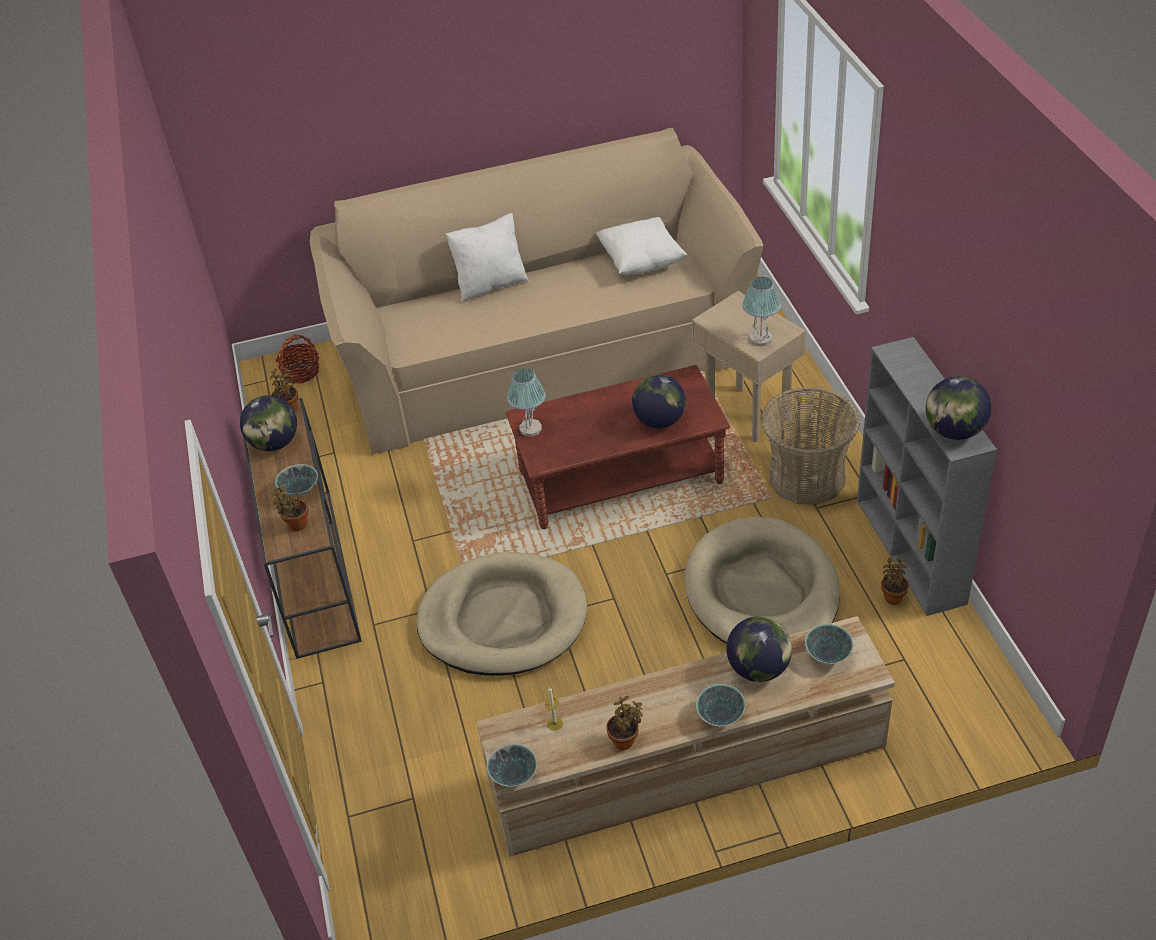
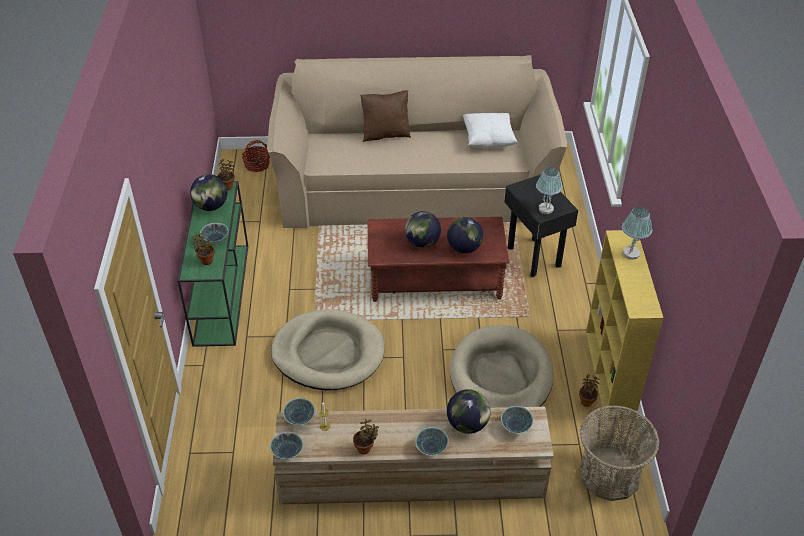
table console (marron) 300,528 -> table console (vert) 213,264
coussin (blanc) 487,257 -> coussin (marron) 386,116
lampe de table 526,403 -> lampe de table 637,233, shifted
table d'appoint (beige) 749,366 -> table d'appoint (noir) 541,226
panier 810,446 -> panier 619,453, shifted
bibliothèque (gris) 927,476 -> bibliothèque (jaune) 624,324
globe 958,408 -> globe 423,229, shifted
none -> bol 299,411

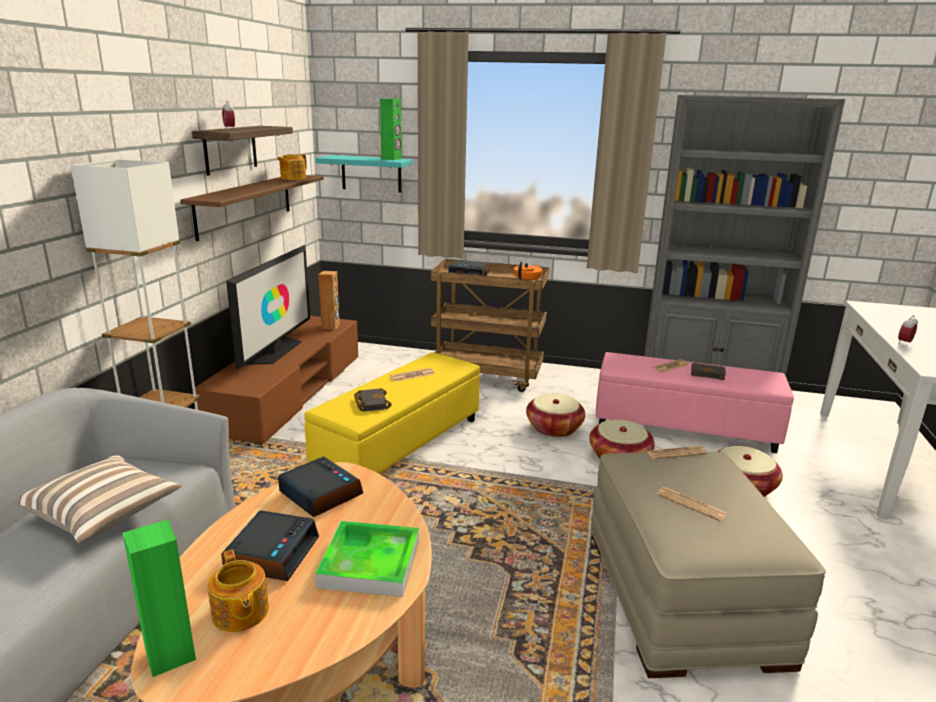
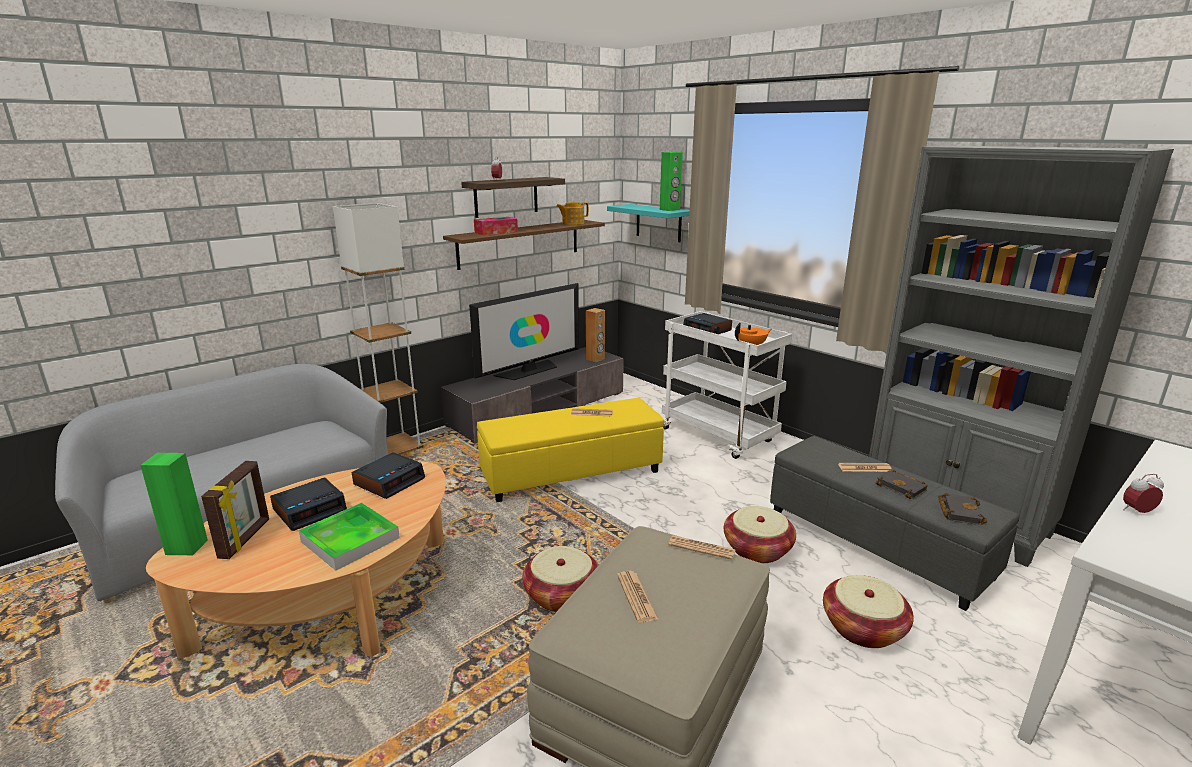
coussin 98,499 -> none
meuble télé (marron) 276,380 -> meuble télé (gris) 532,395
théière 238,591 -> cadre photo 235,510
réveil 320,486 -> réveil 388,475, 45 degrees clockwise
livre (noir) 373,400 -> livre (noir) 962,509, shifted
chariot (marron) 490,325 -> chariot (blanc) 727,385
panier 555,415 -> panier 560,579, shifted
pouf (rose) 695,402 -> pouf (gris) 895,523
none -> boîte à mouchoirs 496,226

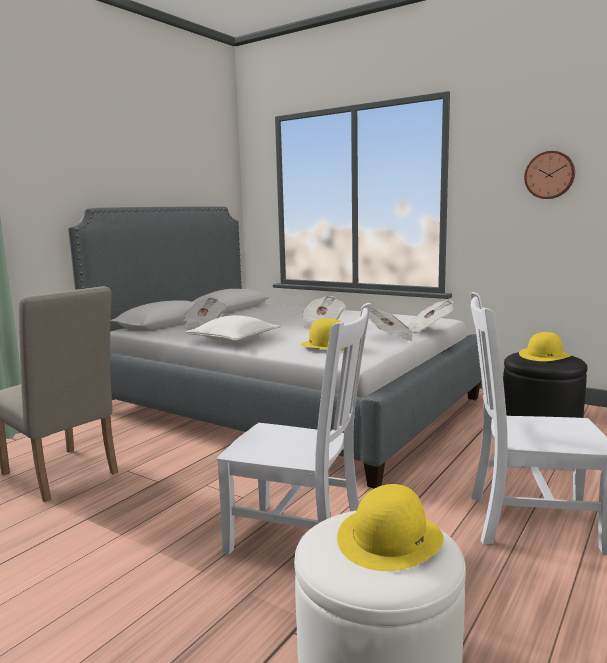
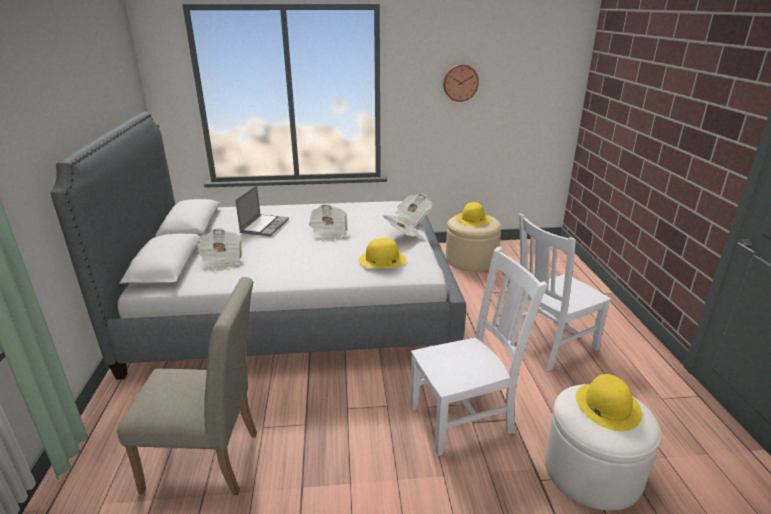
coussin (blanc) 233,328 -> none
pouf (noir) 545,385 -> pouf (beige) 474,243
none -> ordinateur portable 262,210

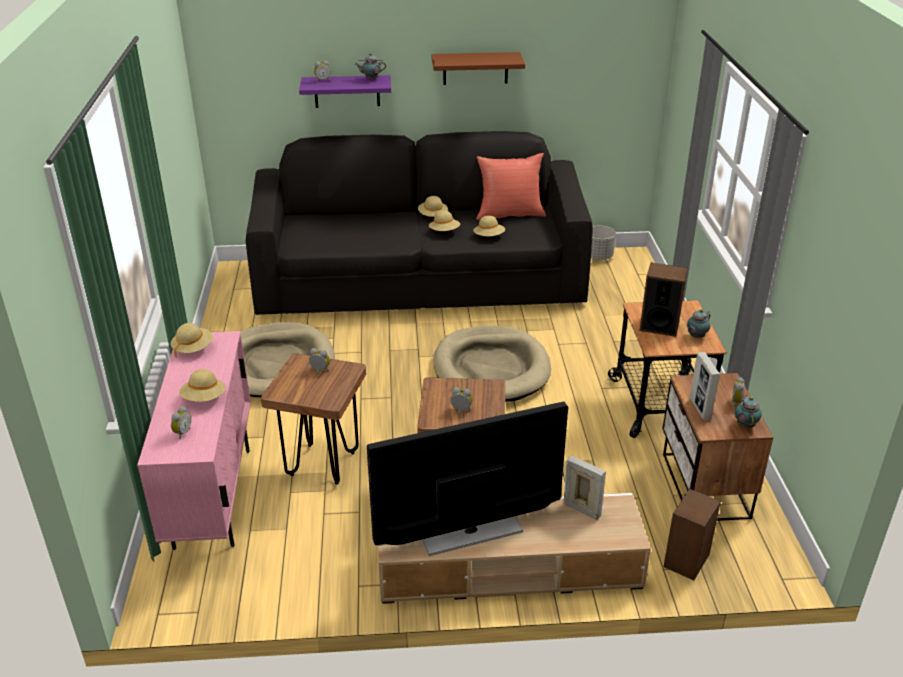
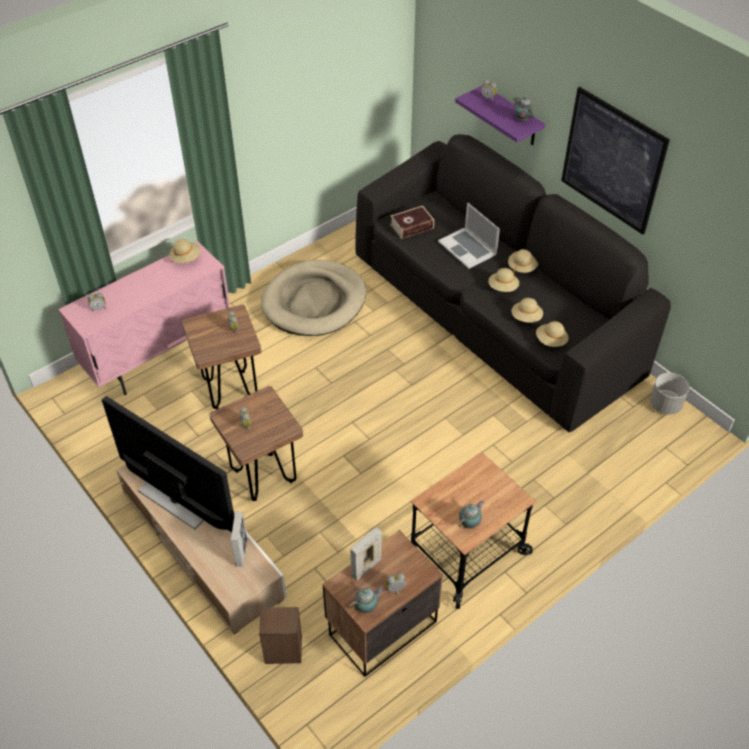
chapeau (beige) 202,385 -> chapeau (beige) 552,334, shifted
étagère (marron) 478,68 -> tableau 615,161
panier pour chien (beige) 492,364 -> none
coussin (rouge) 511,186 -> none
enceinte 663,299 -> none
théière 698,323 -> théière 471,515, 120 degrees clockwise
none -> livre 412,222
none -> ordinateur portable 469,235

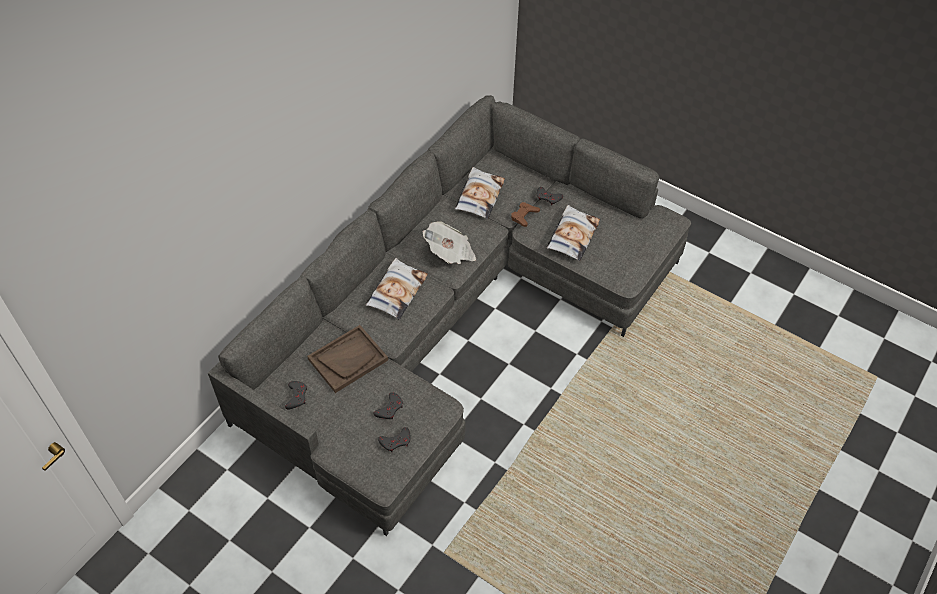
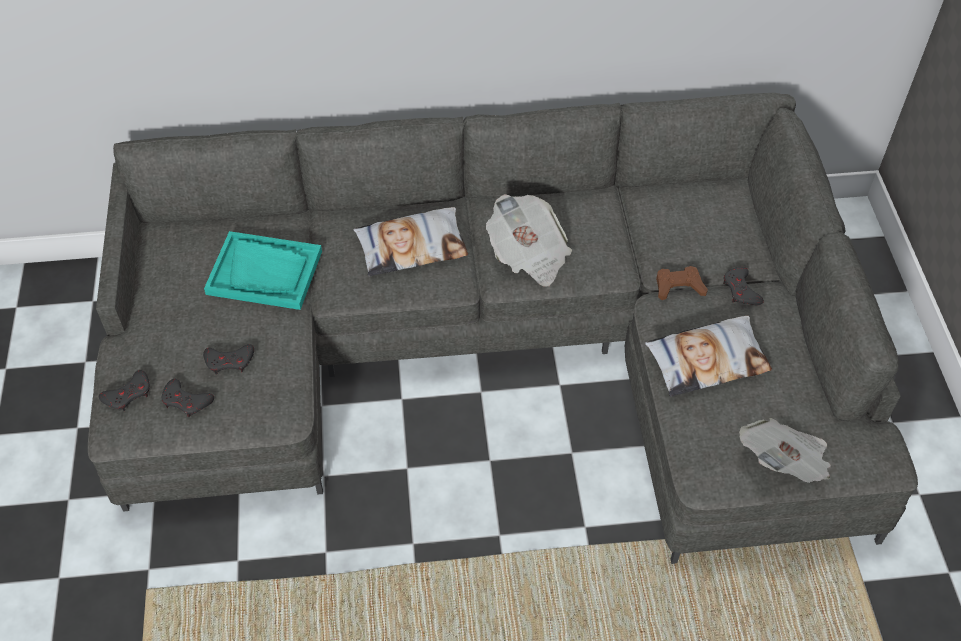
manette (gris) 296,395 -> manette (gris) 124,390, shifted
plateau (marron) 347,359 -> plateau (turquoise) 263,270
coussin 480,193 -> none
none -> journal 785,450

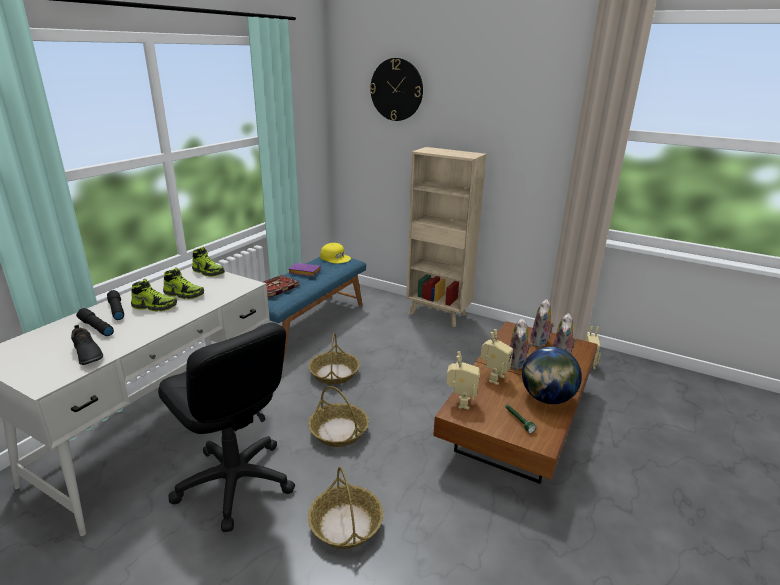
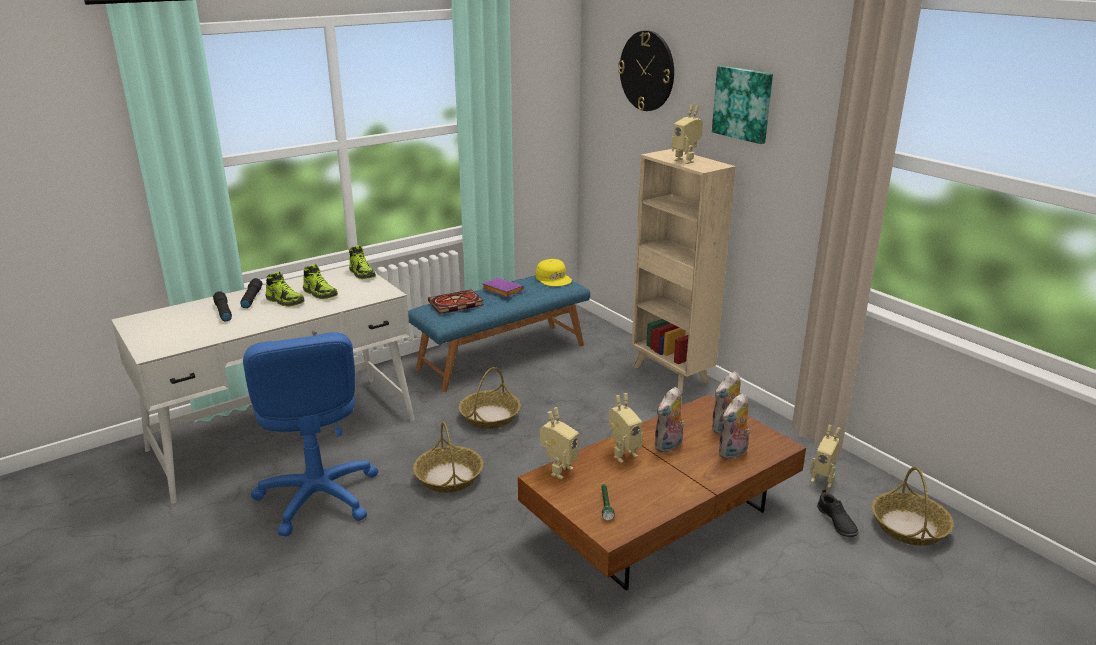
chaussure (noir) 87,345 -> chaussure (noir) 838,513, shifted
chaise de bureau (noir) 226,427 -> chaise de bureau (bleu) 310,434
panier 345,508 -> panier 913,506, shifted
globe 552,375 -> none
none -> robot jouet 687,134
none -> tableau 742,105

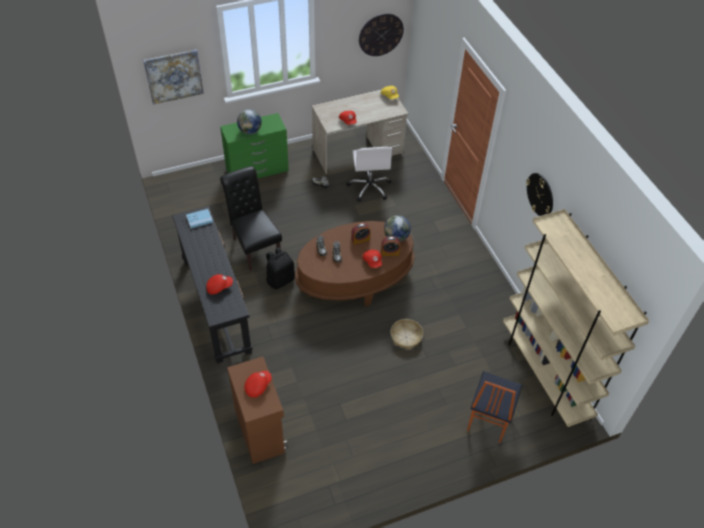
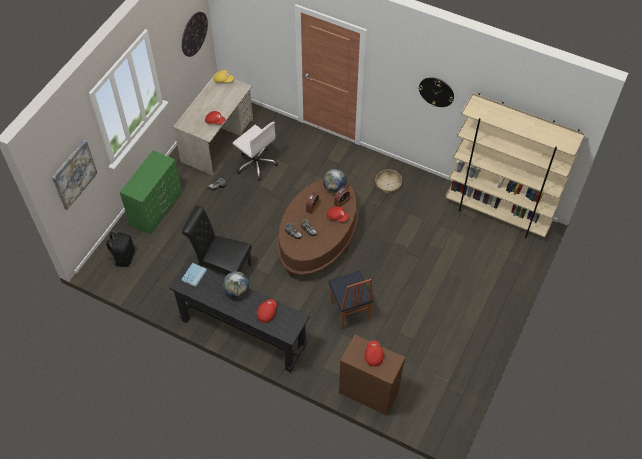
globe 249,121 -> globe 236,284, shifted
sac à dos (noir) 280,268 -> sac à dos (noir) 120,249, shifted
panier 407,334 -> panier 388,181, shifted
chaise 494,407 -> chaise 350,300, shifted

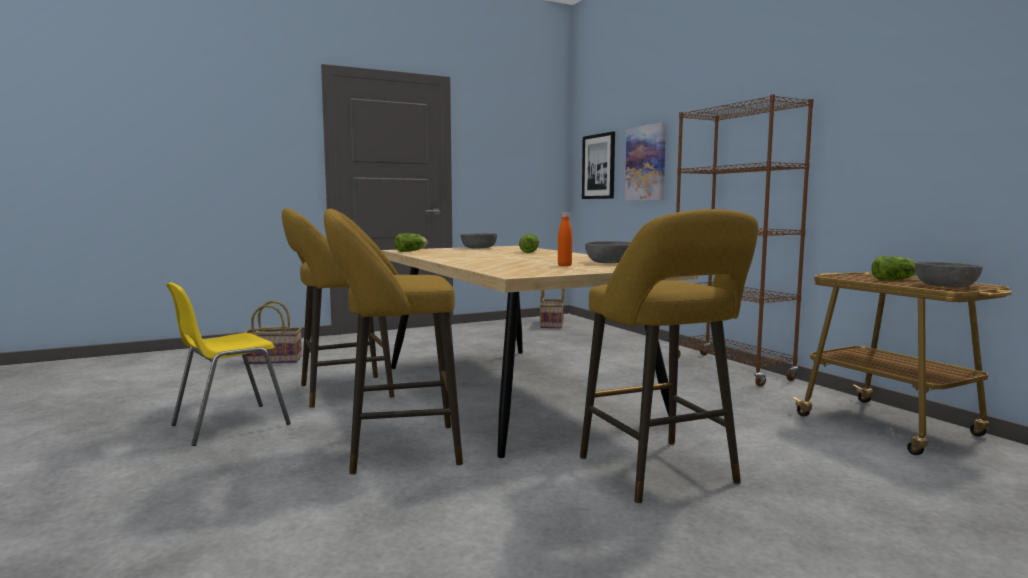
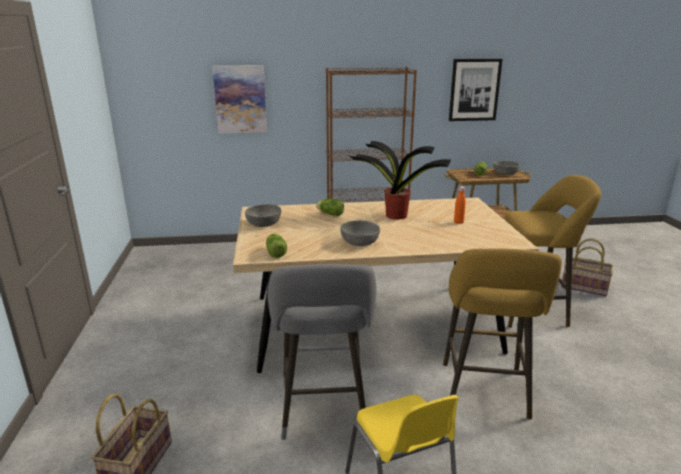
tabouret (jaune) 338,308 -> tabouret (gris) 322,352
panier 552,308 -> panier 587,267, shifted
tableau 598,165 -> tableau 476,90, shifted
bol (gris) 608,252 -> bol (gris) 360,233, shifted
none -> plante en pot 400,180

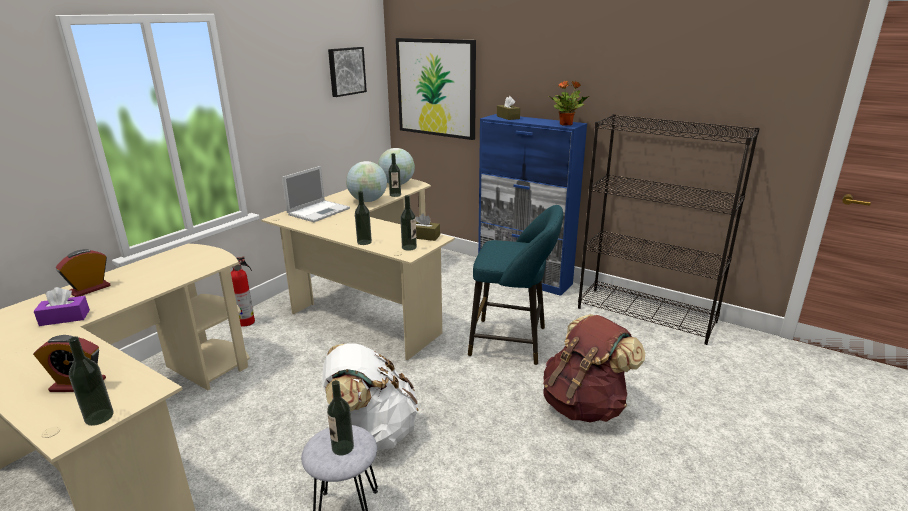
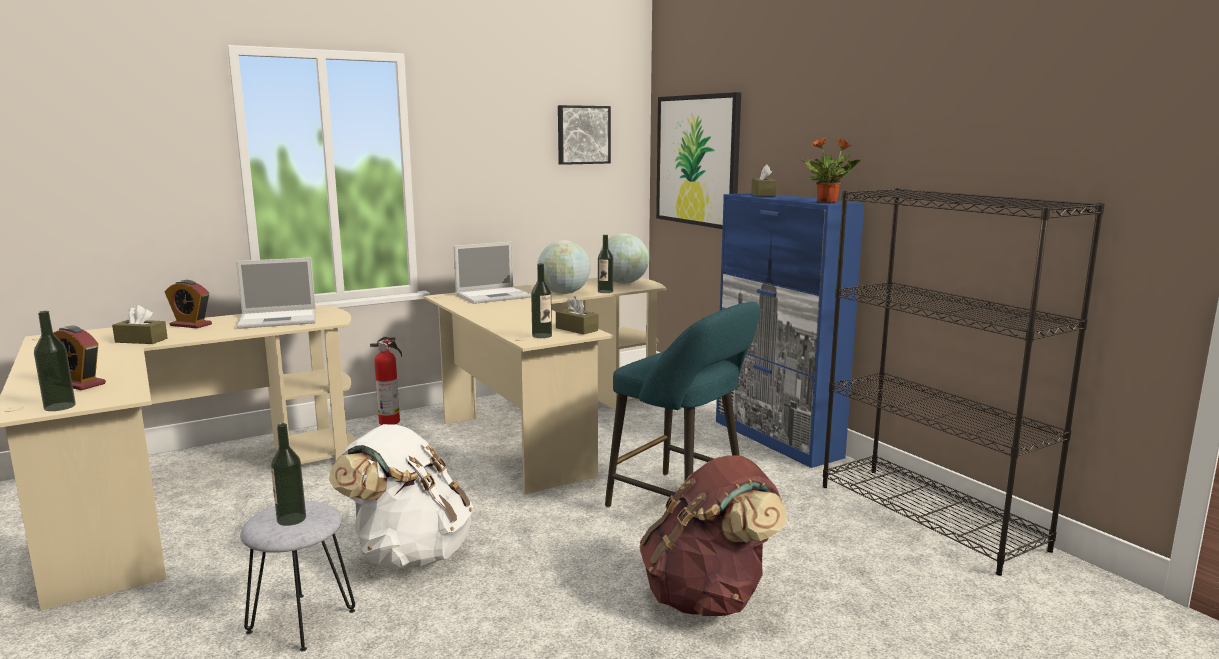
boîte à mouchoirs (violet) 62,306 -> boîte à mouchoirs (marron) 140,324
réveil 83,273 -> réveil 188,304, 135 degrees counterclockwise
bouteille 363,218 -> none
none -> ordinateur portable 276,293

